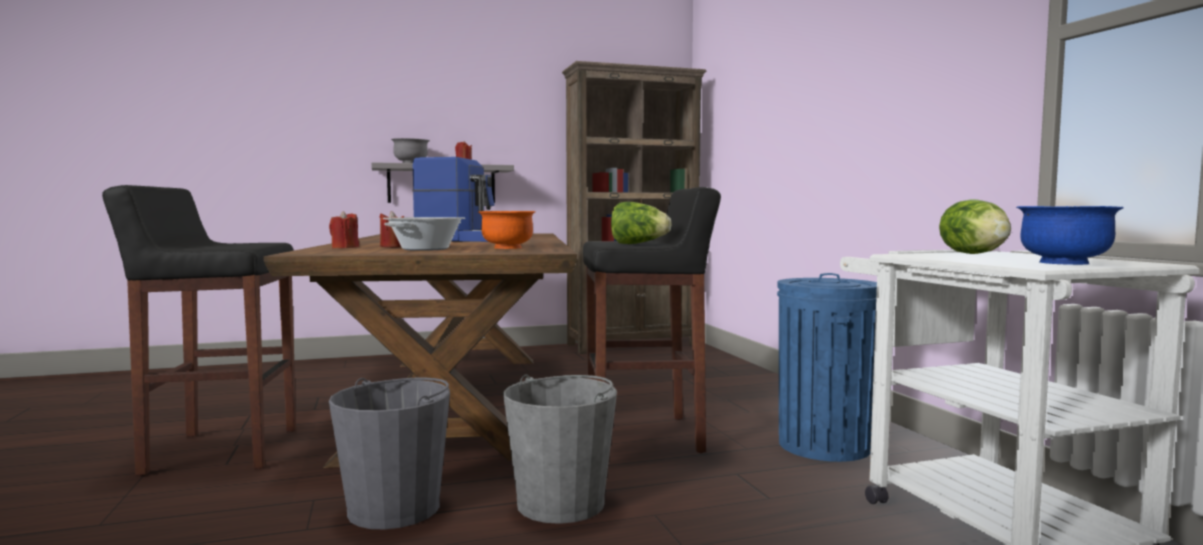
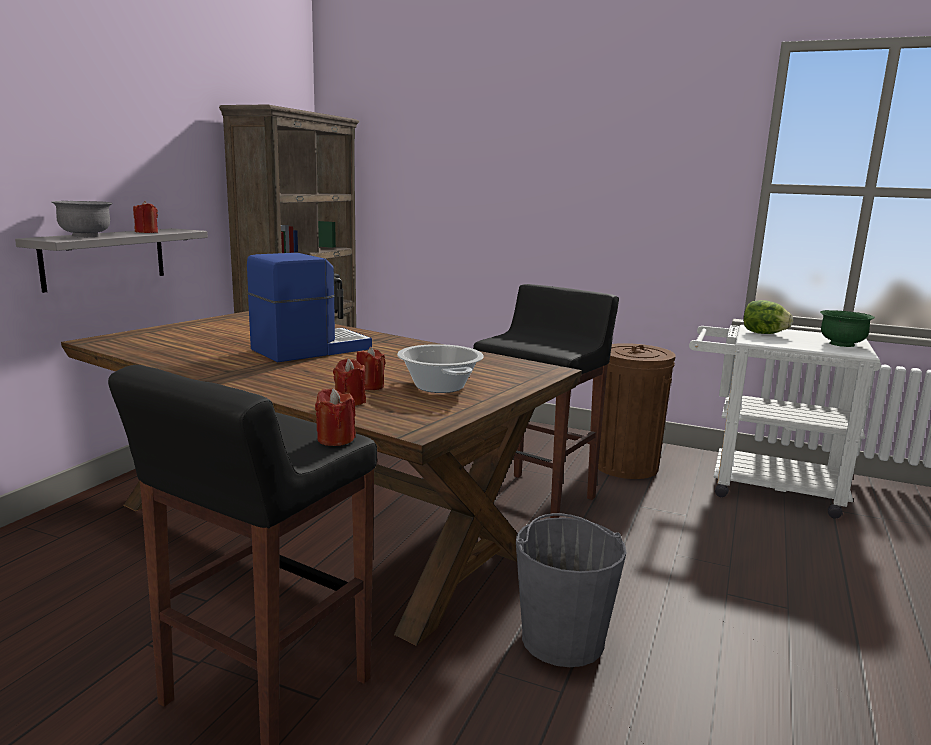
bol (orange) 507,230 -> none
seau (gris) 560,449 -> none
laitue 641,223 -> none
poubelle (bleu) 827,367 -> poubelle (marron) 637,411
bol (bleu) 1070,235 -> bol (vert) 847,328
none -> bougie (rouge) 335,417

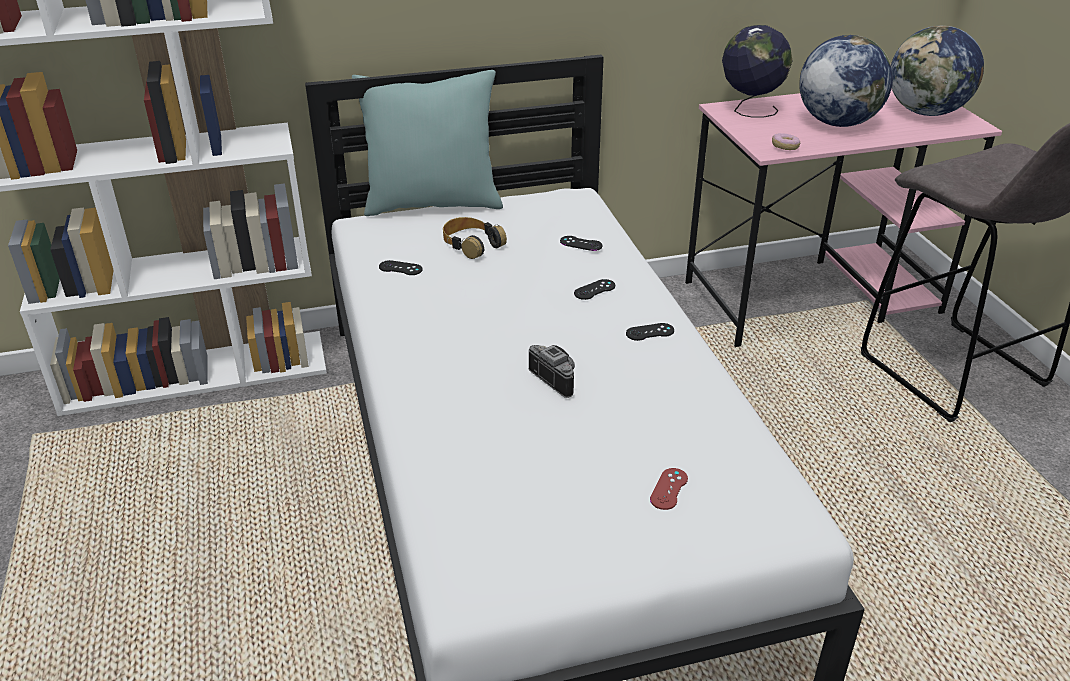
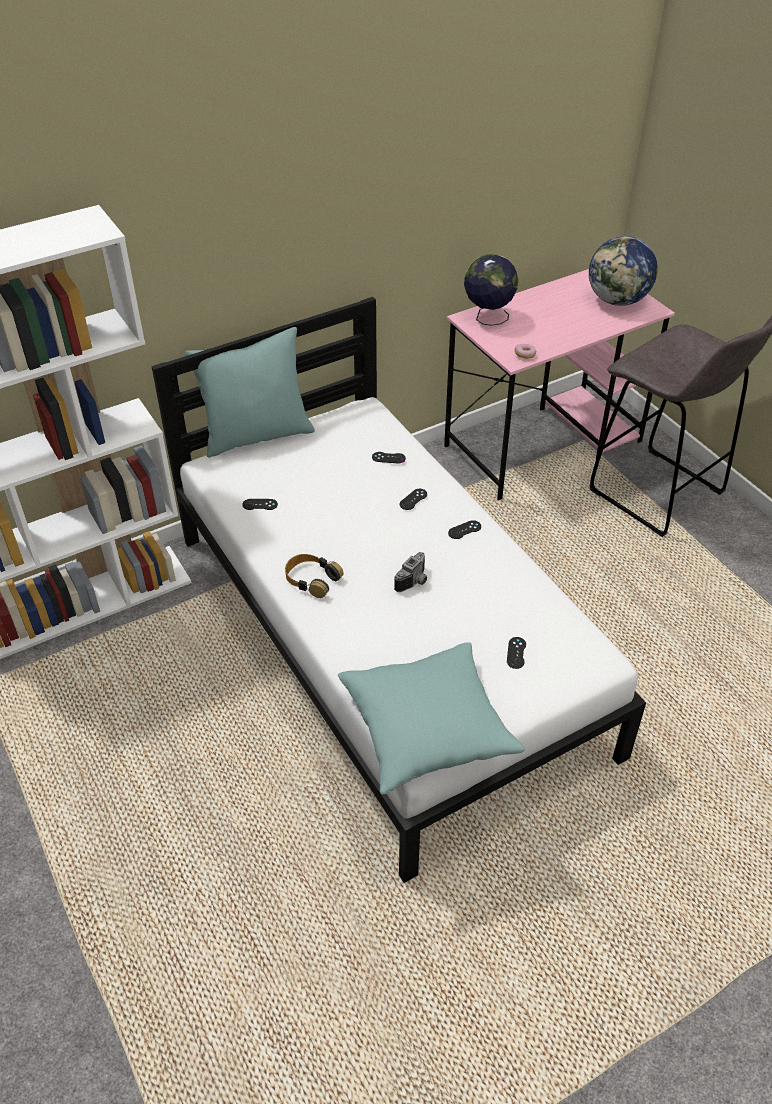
casque audio 475,238 -> casque audio 314,576, shifted
appareil photo 551,371 -> appareil photo 410,572, 90 degrees clockwise
manette (rouge) 669,489 -> manette (noir) 516,653
globe 846,81 -> none
none -> coussin (turquoise) 431,718

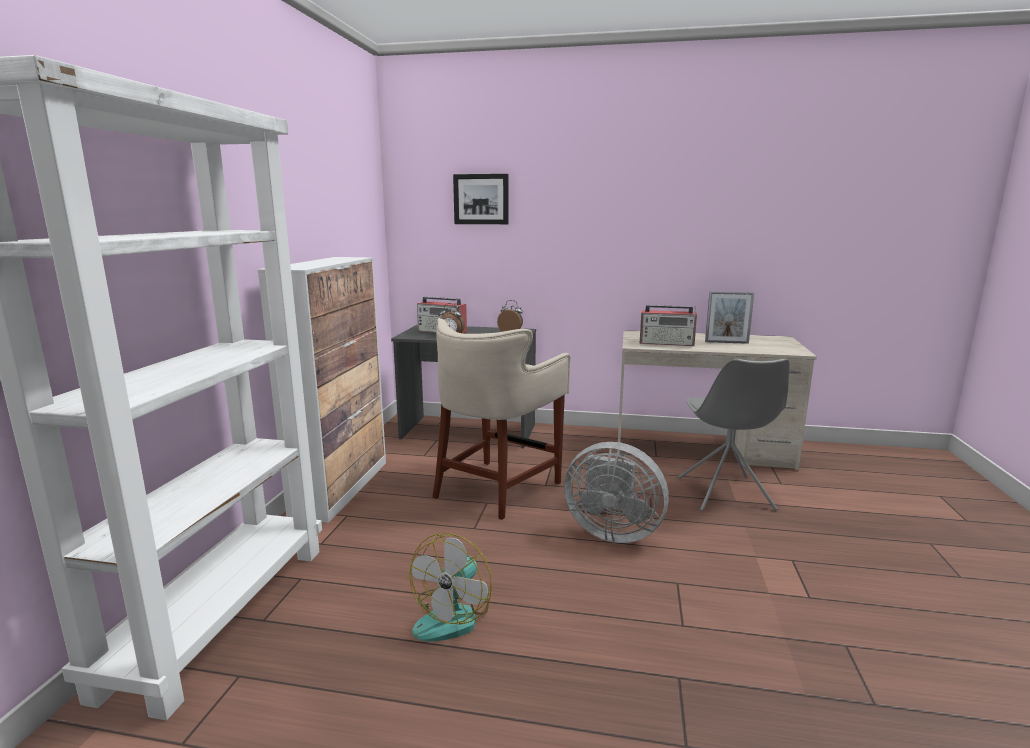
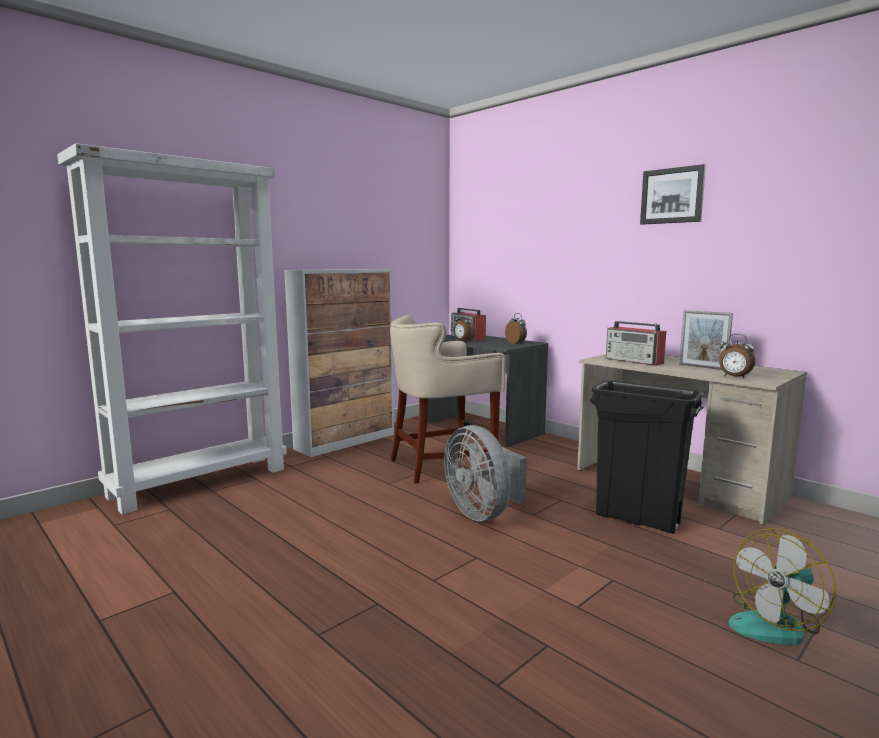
ventilateur 450,587 -> ventilateur 782,586, shifted
tableau 481,199 -> tableau 673,194, shifted
chaise (gris) 733,434 -> poubelle (noir) 646,457
none -> réveil 737,356

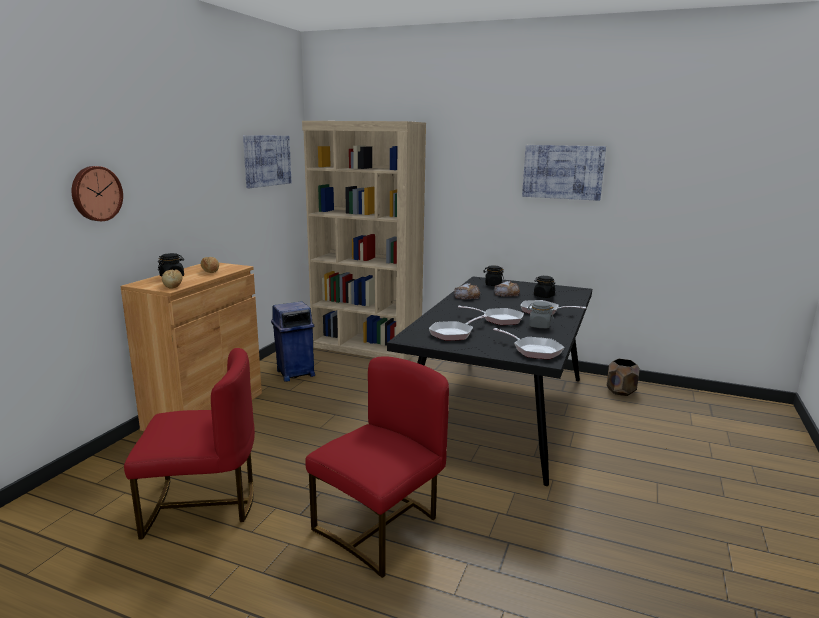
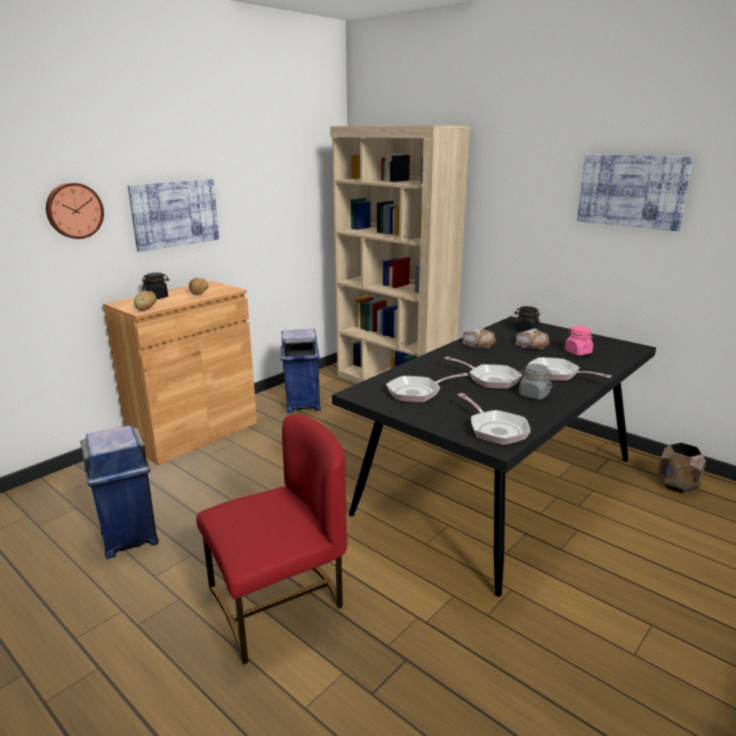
chaise (rouge) 189,444 -> poubelle (bleu) 119,492
tableau 267,161 -> tableau 173,215, shifted
bocal (noir) 544,287 -> bocal (rose) 579,340

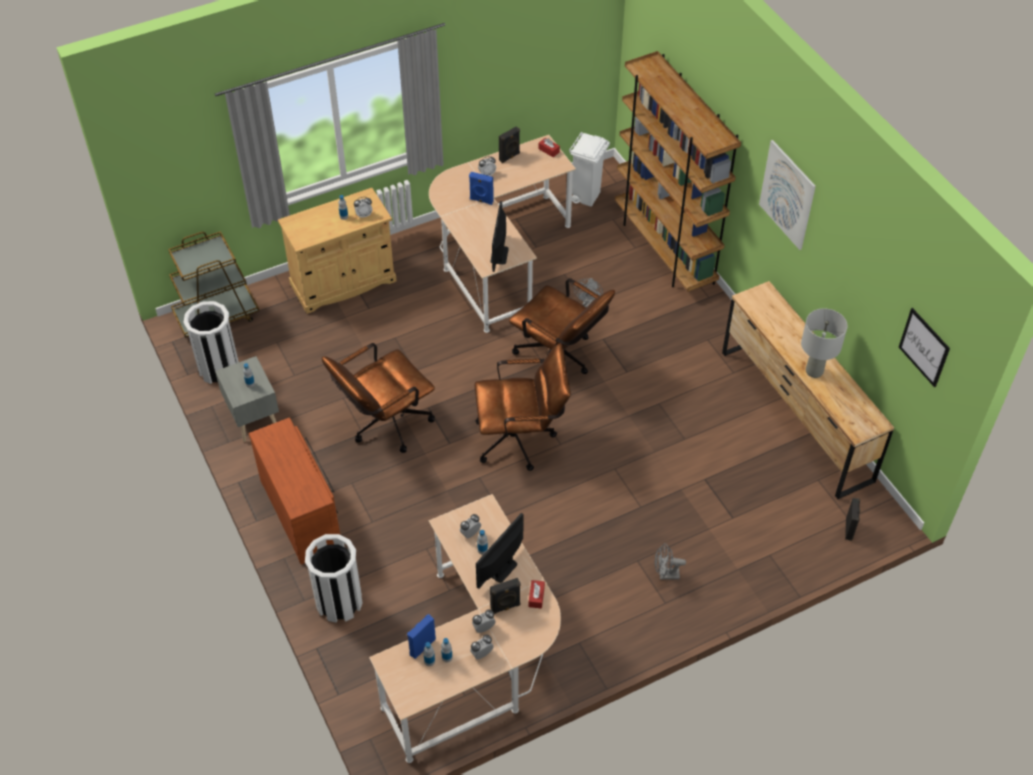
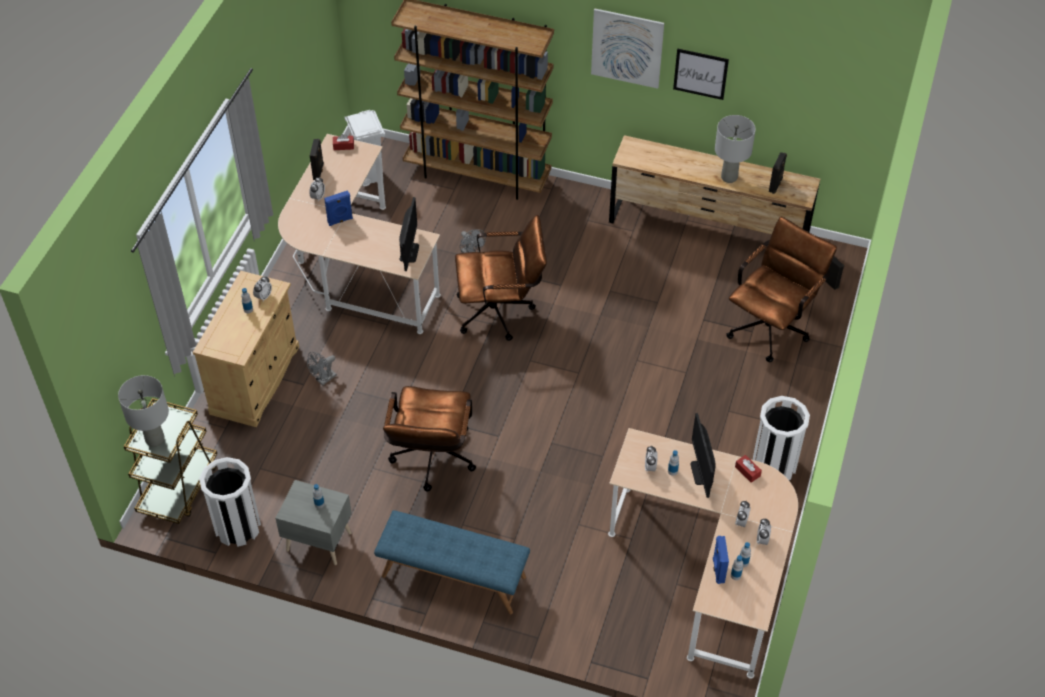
commode (marron) 294,491 -> banc (bleu) 452,562
poubelle (blanc) 334,578 -> poubelle (blanc) 781,438, shifted
chaise de bureau (marron) 523,407 -> chaise de bureau (marron) 781,289, shifted
écran d'ordinateur 499,236 -> écran d'ordinateur 409,234, 135 degrees counterclockwise
enceinte (noir) 505,596 -> enceinte (noir) 778,173, shifted
ventilateur (gris) 670,561 -> ventilateur (gris) 322,368, shifted
tableau 924,347 -> tableau 701,74, shifted
none -> lampe de table (gris) 143,411

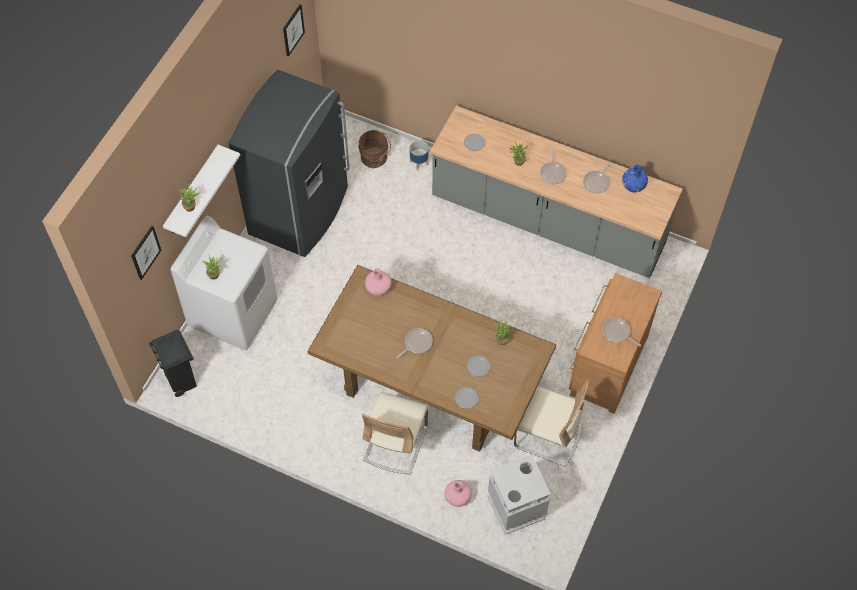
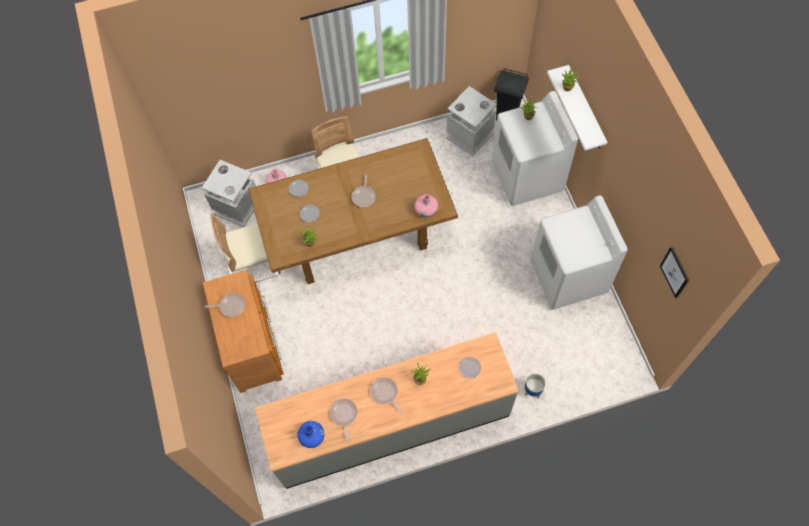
tableau 146,253 -> none
réfrigérateur (gris) 289,163 -> lave-linge (blanc) 579,252
seau (marron) 374,149 -> none
none -> poubelle (gris) 471,121

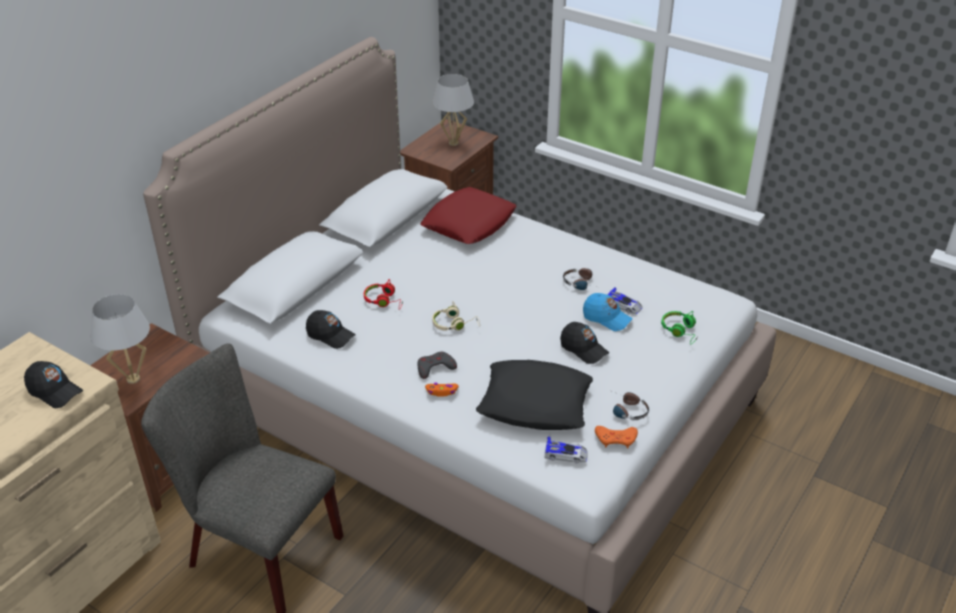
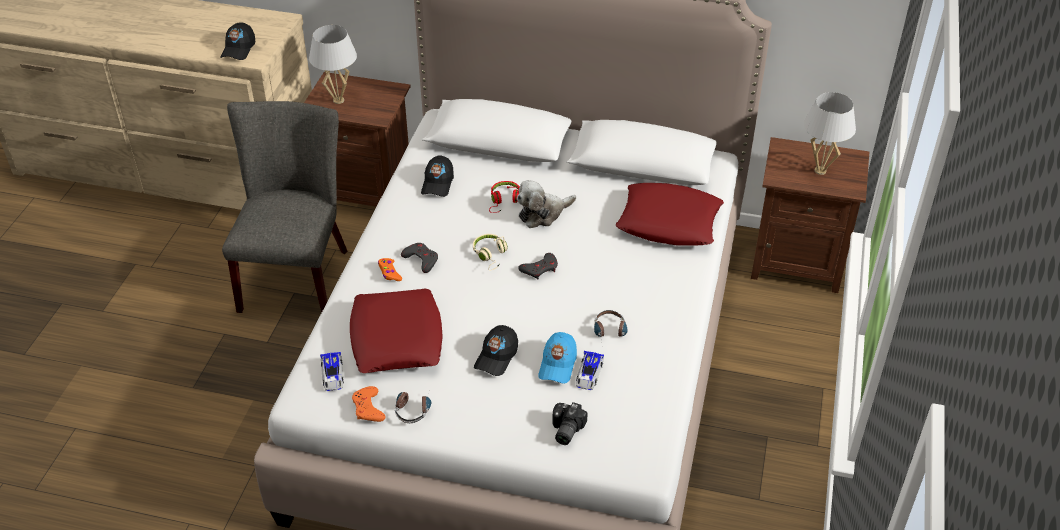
coussin (noir) 534,395 -> coussin (rouge) 396,330
casque audio (vert) 679,328 -> appareil photo 570,423
none -> peluche 546,204
none -> manette (gris) 538,266

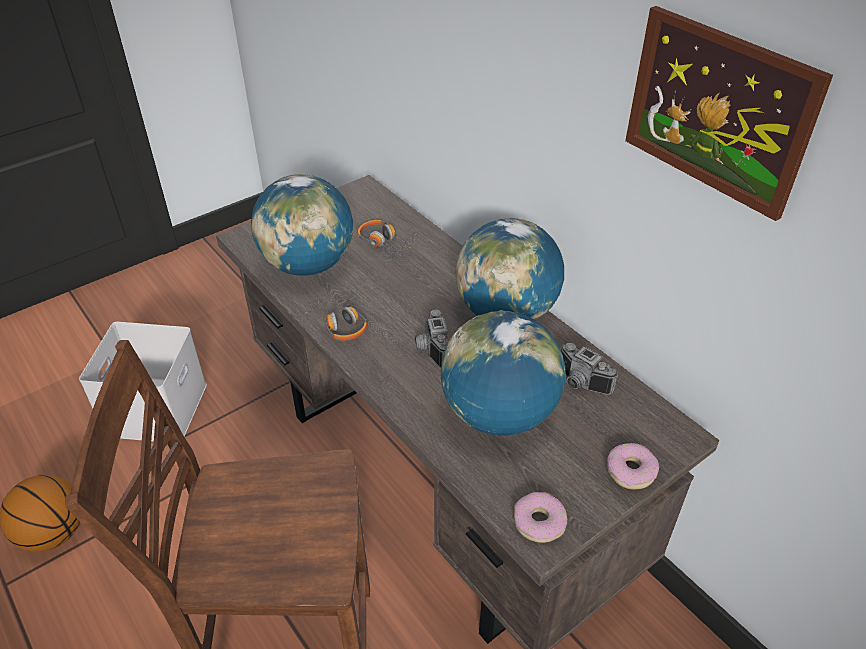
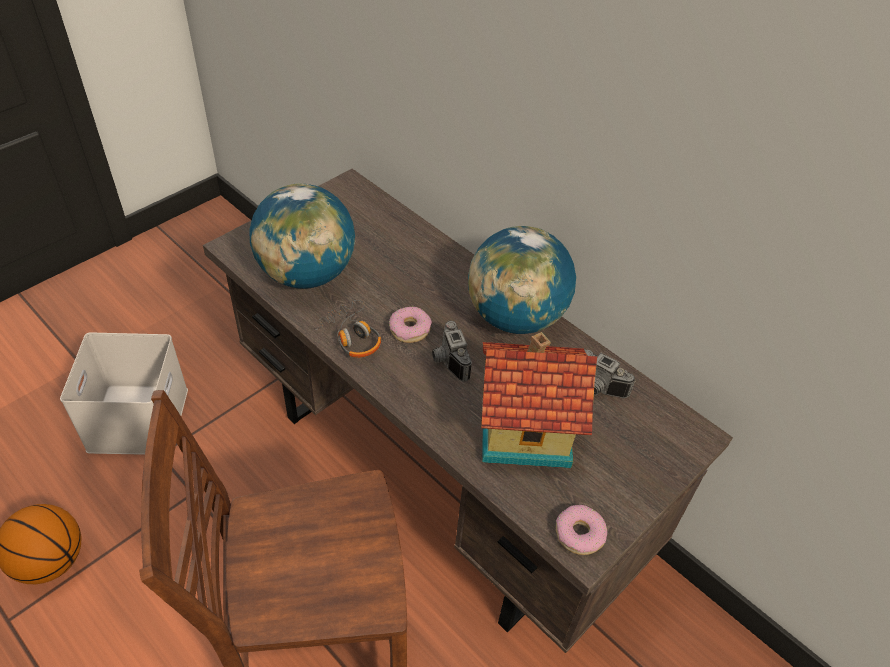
casque audio 387,240 -> none
globe 502,373 -> maison miniature 539,400
beignet 633,466 -> beignet 410,325, shifted
tableau 729,113 -> none

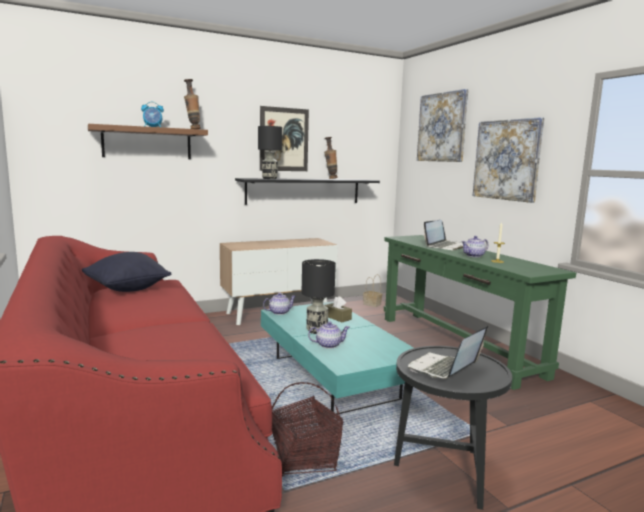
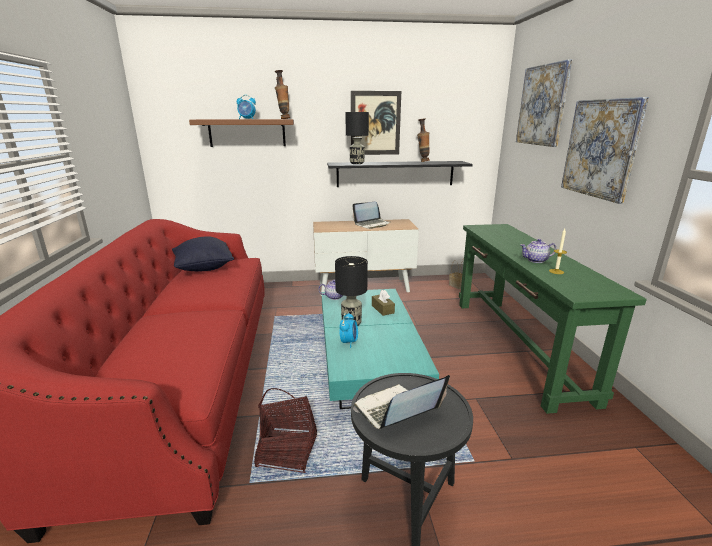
théière 329,335 -> réveil 348,330
ordinateur portable 443,235 -> ordinateur portable 371,215, shifted

